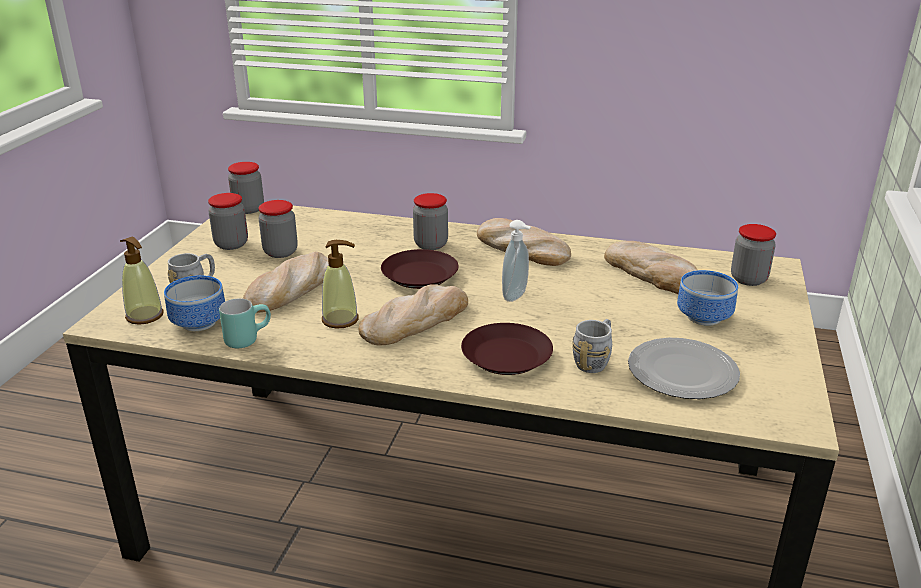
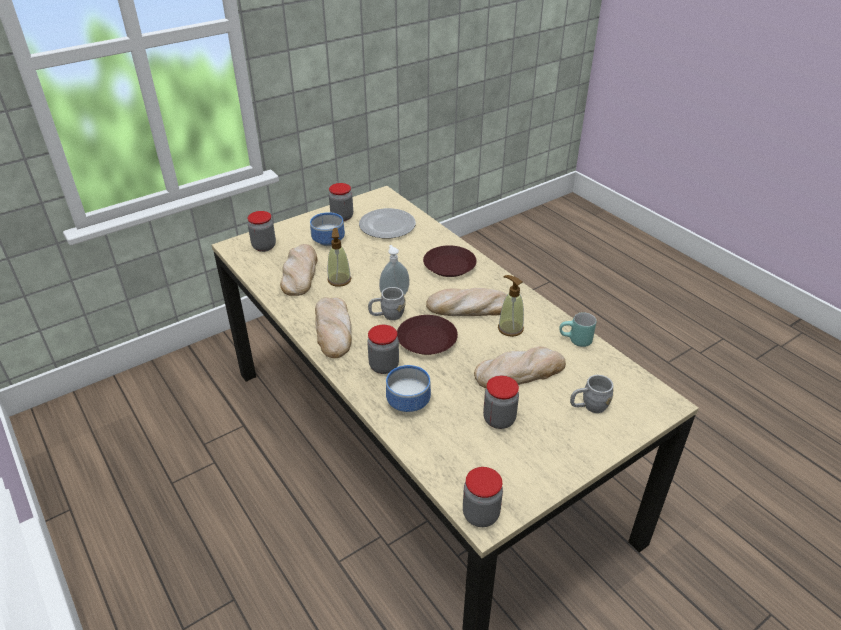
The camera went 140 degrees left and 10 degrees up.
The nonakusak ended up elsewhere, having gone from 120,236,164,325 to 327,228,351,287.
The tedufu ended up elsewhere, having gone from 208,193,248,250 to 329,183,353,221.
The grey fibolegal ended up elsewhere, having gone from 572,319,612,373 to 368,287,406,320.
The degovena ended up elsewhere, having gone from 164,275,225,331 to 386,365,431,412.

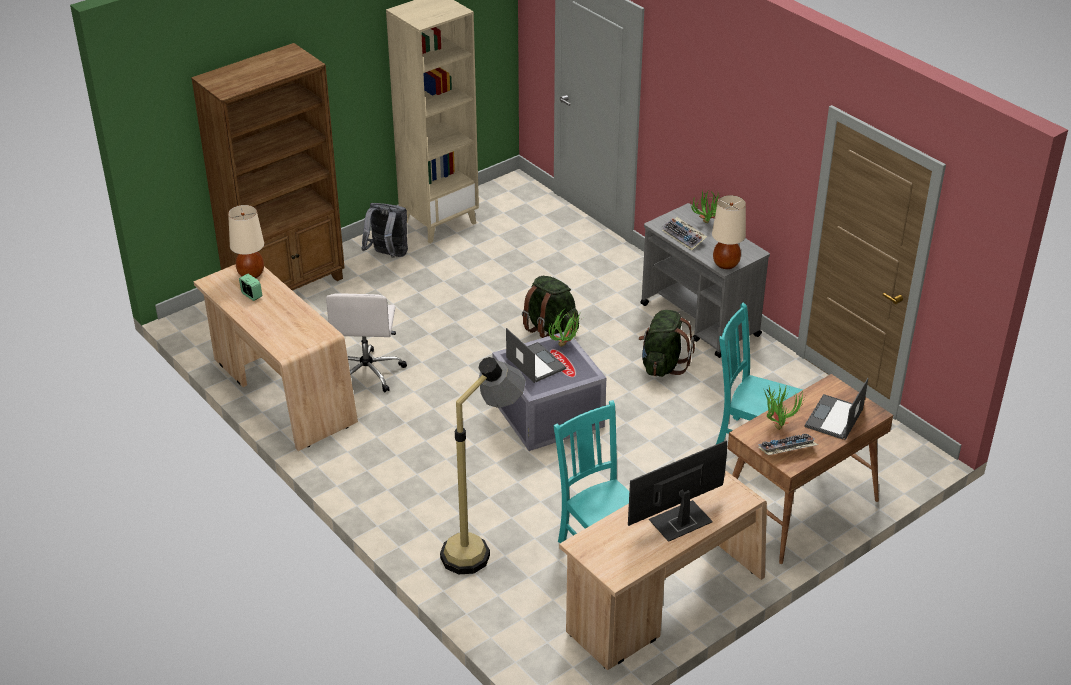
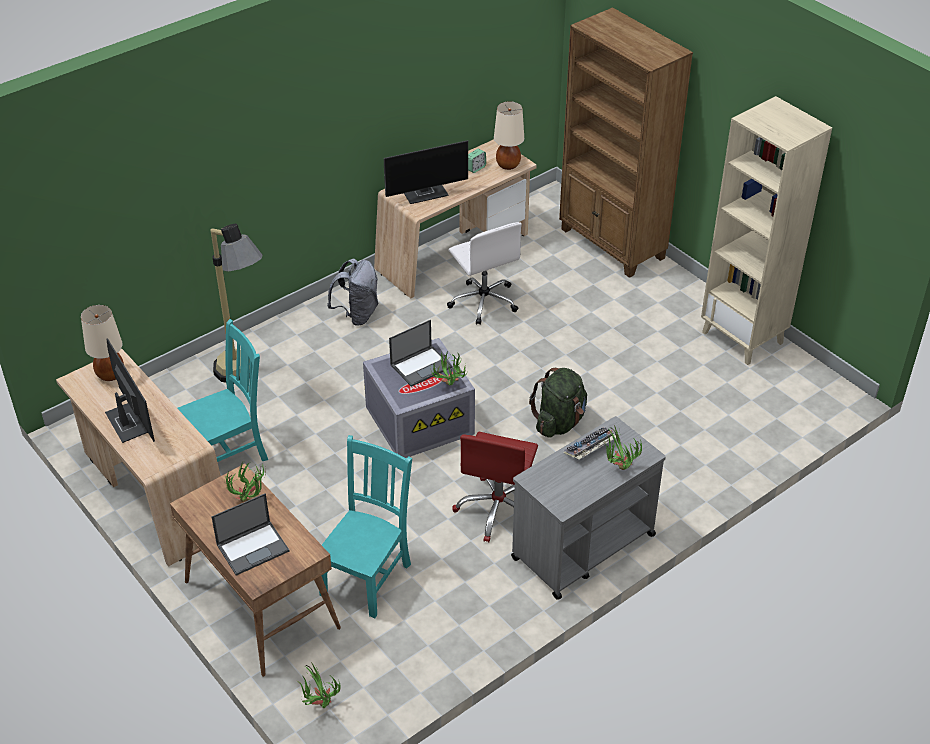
The camera went 90 degrees right and 5 degrees up.
The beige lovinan ended up elsewhere, having gone from 712,195,746,269 to 81,305,124,381.
The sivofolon at 804,378,868,440 ended up facing another way, 120 degrees clockwise from before.
The second view gained the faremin at 298,662,341,708.
The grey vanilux ended up elsewhere, having gone from 361,203,408,258 to 327,259,378,326.
The second view gained the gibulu at 384,140,468,204.
The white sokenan at 326,294,407,392 ended up facing another way, 120 degrees counterclockwise from before.
Where the green vanilux stood at 639,310,695,377, the red sokenan came to stand at 452,432,538,542.
The second view lost the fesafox at 758,433,818,455.

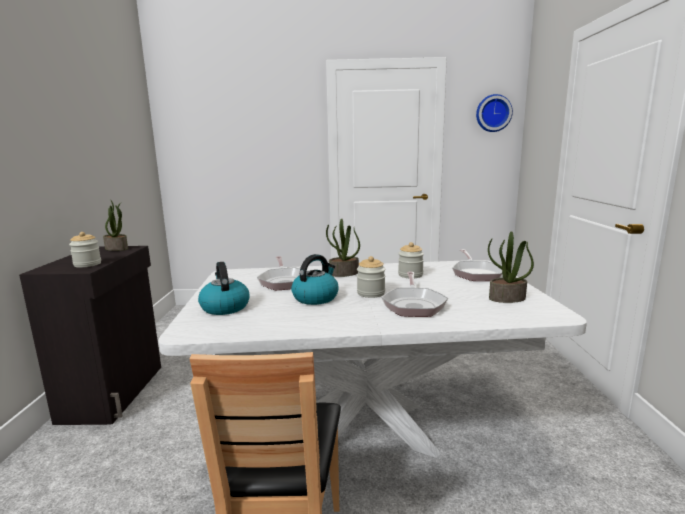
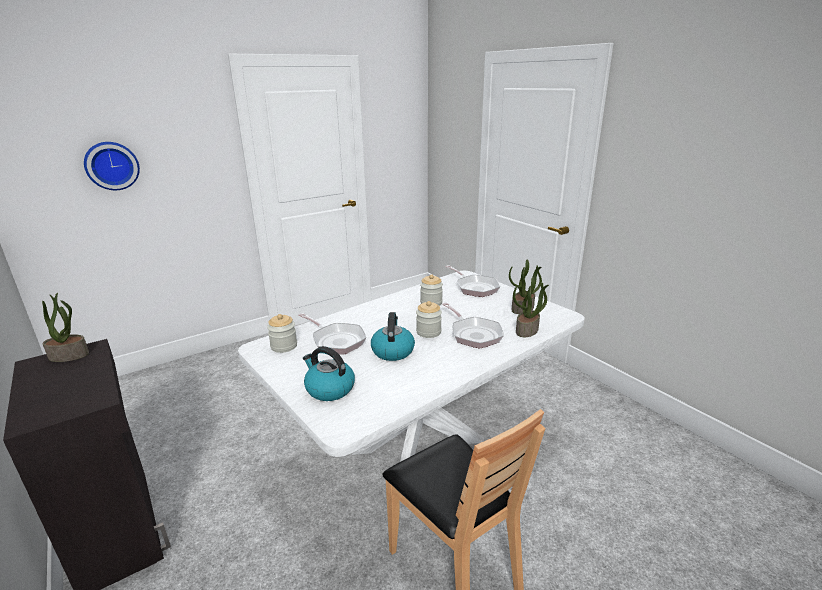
The camera went 35 degrees left and 10 degrees up.
The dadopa ended up elsewhere, having gone from 476,94,513,132 to 84,142,140,190.
The tedufu ended up elsewhere, having gone from 69,232,101,268 to 267,314,297,353.
The faremin ended up elsewhere, having gone from 326,218,360,277 to 513,277,549,337.

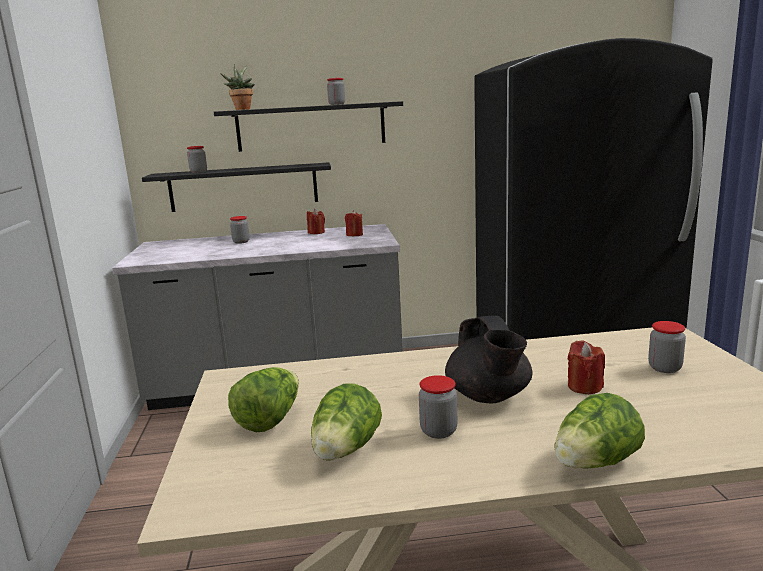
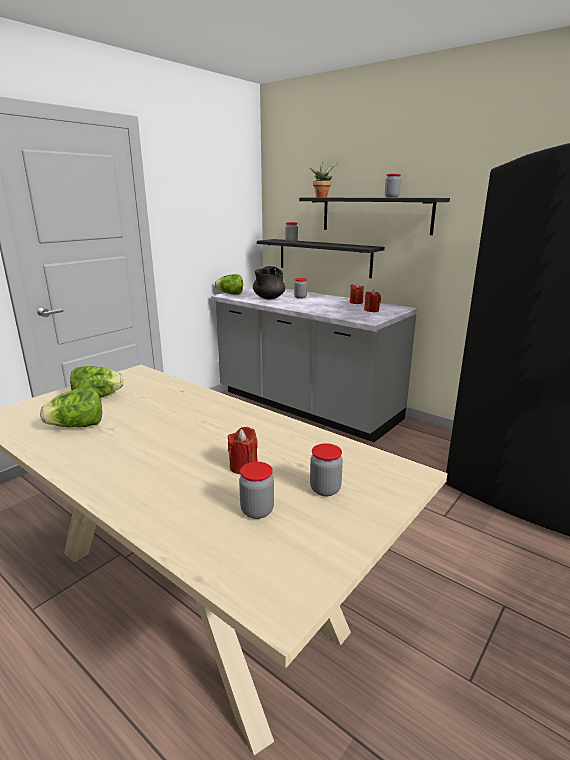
The camera went 45 degrees right and 5 degrees up.
The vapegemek ended up elsewhere, having gone from 555,393,645,469 to 215,274,243,295.
The tedufu ended up elsewhere, having gone from 419,375,457,439 to 239,462,274,519.
The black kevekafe ended up elsewhere, having gone from 445,316,532,403 to 253,266,285,299.

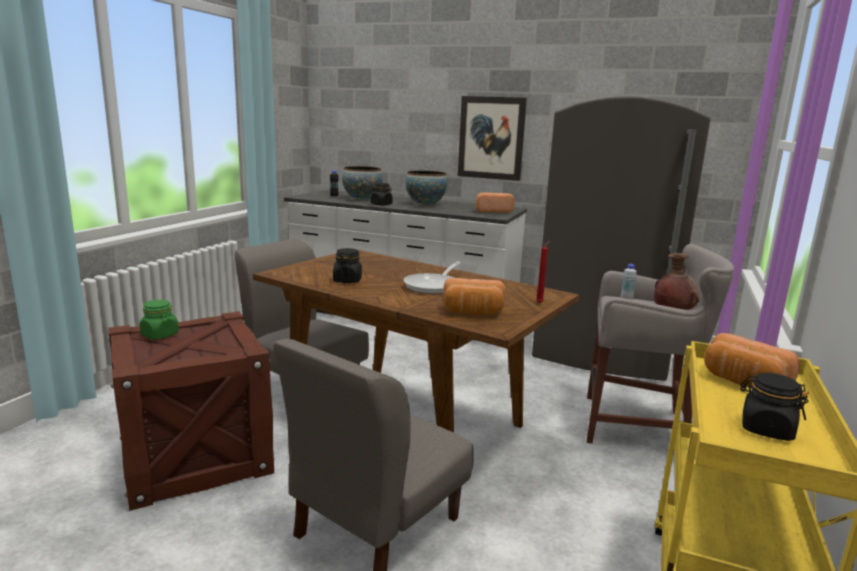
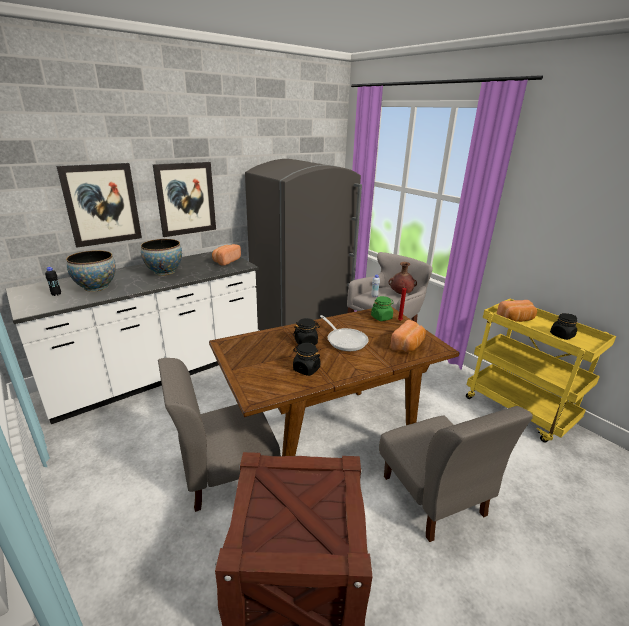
The camera went 60 degrees left and 10 degrees up.
The second view gained the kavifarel at 56,163,142,248.
The black tedufu ended up elsewhere, having gone from 371,183,393,205 to 293,318,320,345.
The green tedufu ended up elsewhere, having gone from 139,300,179,339 to 371,296,394,321.

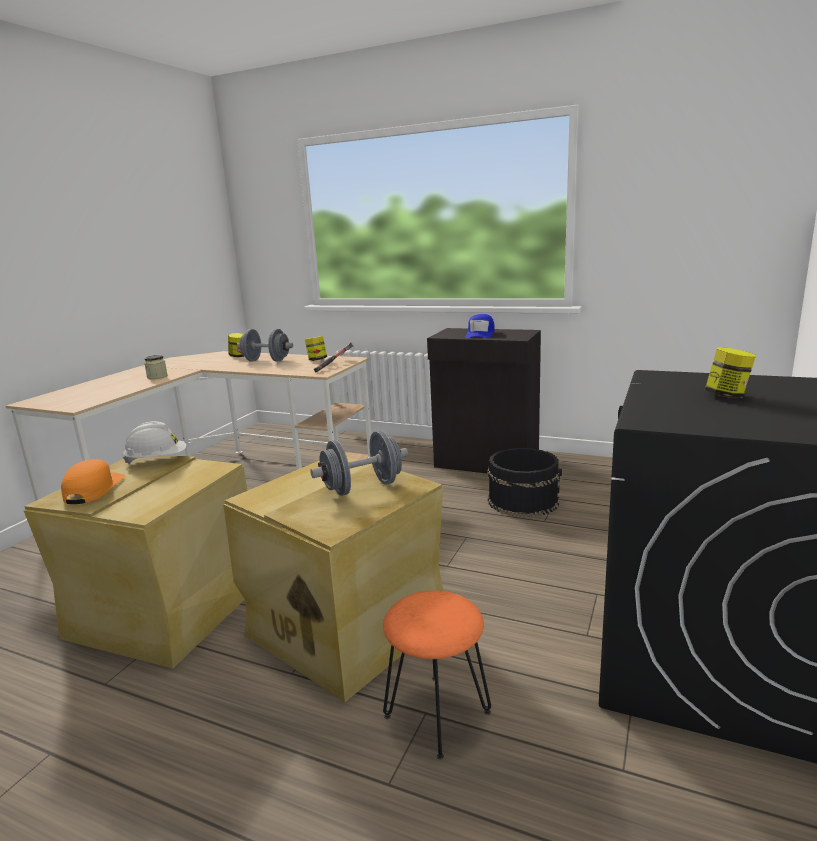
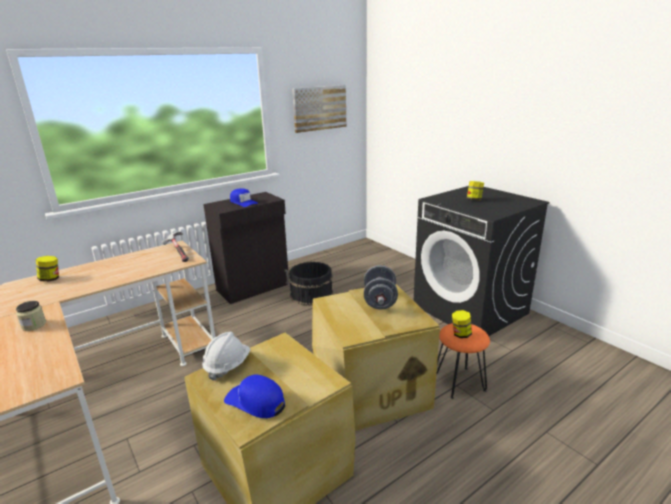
The camera went 60 degrees left and 5 degrees up.
What was the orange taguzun at 61,459,126,504 turned into the blue taguzun at 224,375,285,418.
The second view gained the kavifarel at 292,85,346,133.
The tedufu ended up elsewhere, having gone from 305,336,327,361 to 452,310,472,338.
The second view lost the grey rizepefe at 237,329,293,362.

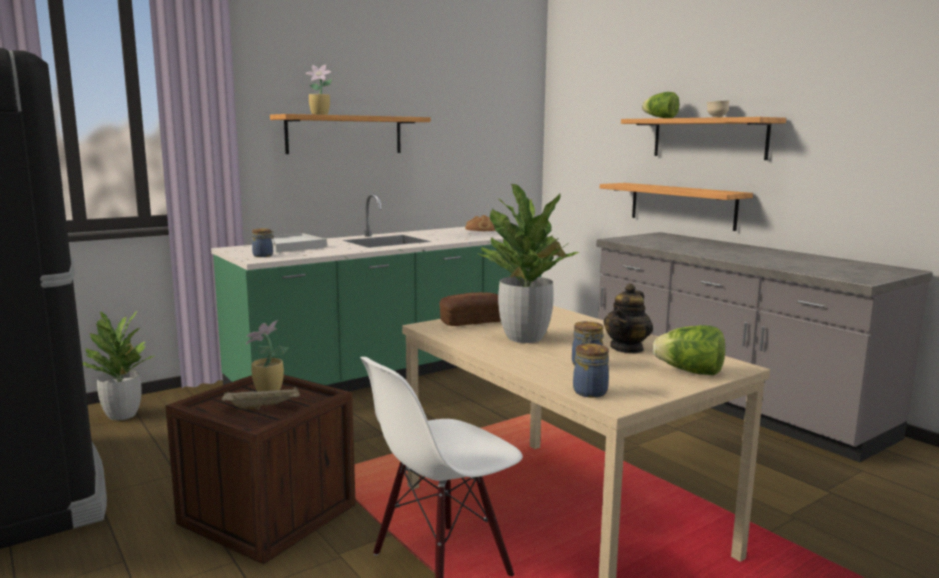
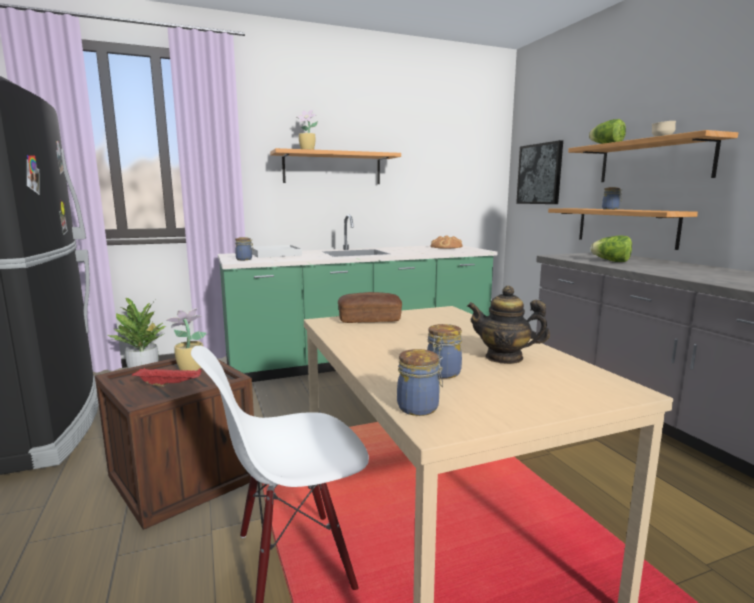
The camera went 15 degrees right and 0 degrees up.
What was the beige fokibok at 222,386,300,410 turned into the red fokibok at 132,368,202,387.
The kevekafe at 603,283,653,354 ended up facing another way, 60 degrees clockwise from before.
The second view gained the kavifarel at 516,140,563,204.
The vapegemek ended up elsewhere, having gone from 653,325,725,375 to 590,236,632,262.
The second view gained the tedufu at 602,187,622,210.
The second view lost the faremin at 475,184,580,343.

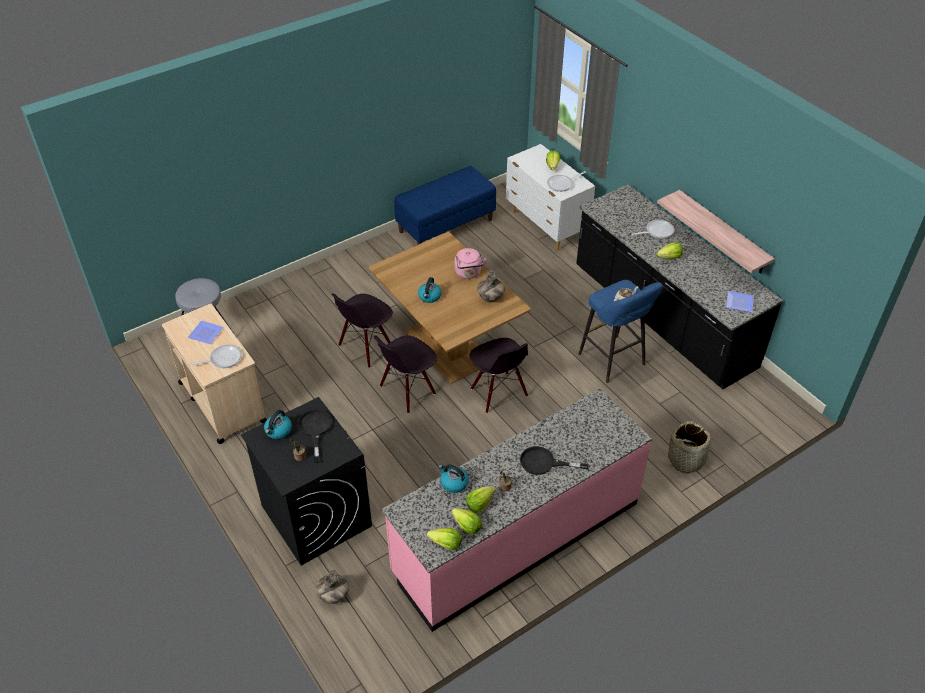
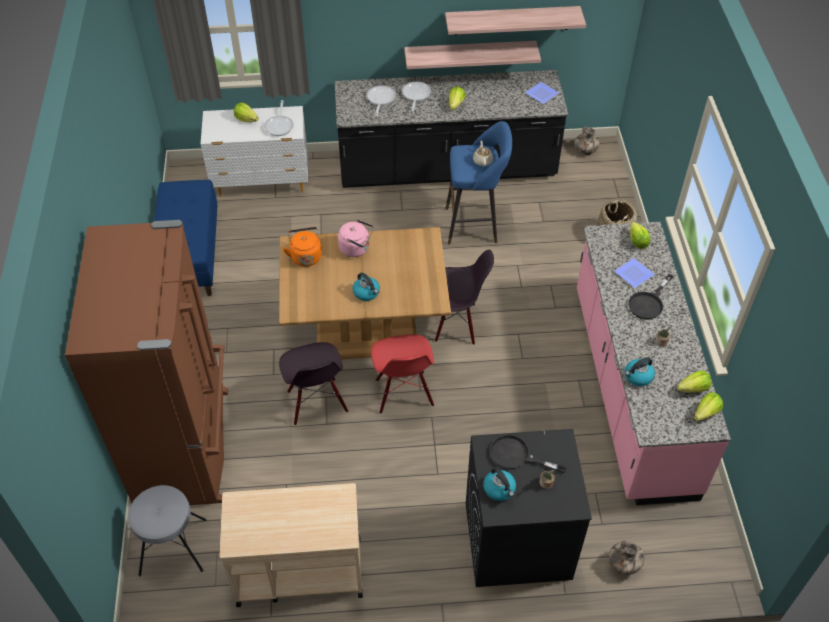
The camera went 60 degrees left and 5 degrees up.
The second view gained the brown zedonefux at 65,220,228,505.
The second view gained the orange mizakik at 282,227,322,267.
The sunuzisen ended up elsewhere, having gone from 188,345,242,368 to 367,86,396,116.
What was the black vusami at 373,335,437,414 turned into the red vusami at 371,334,434,414.
The second view gained the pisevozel at 445,6,586,35.
The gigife ended up elsewhere, having gone from 477,270,505,302 to 574,126,600,155.
The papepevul ended up elsewhere, having gone from 188,321,223,344 to 614,258,655,288.
The vapegemek ended up elsewhere, having gone from 466,486,495,513 to 630,222,651,249.

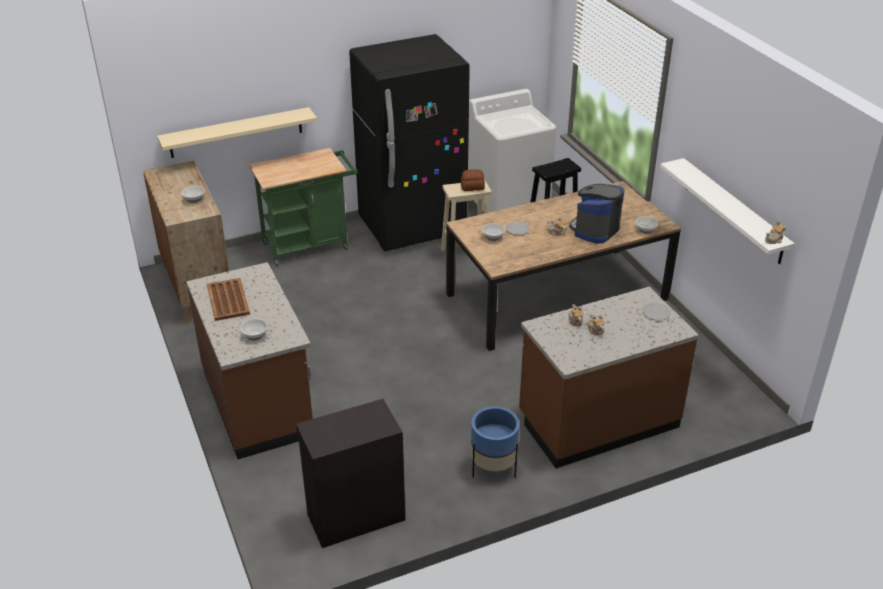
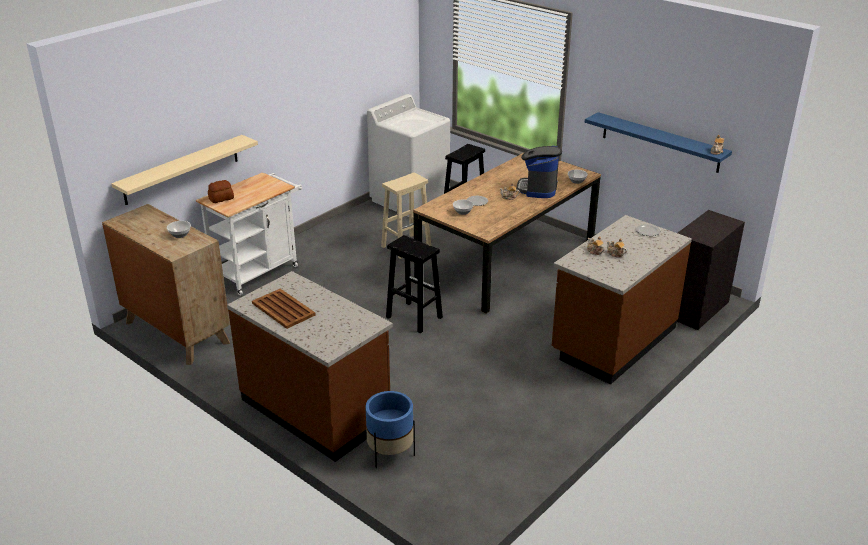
The camera went 25 degrees left and 5 degrees down.
What was the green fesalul at 249,148,358,267 turned into the white fesalul at 196,172,302,296.
The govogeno ended up elsewhere, having gone from 461,169,485,191 to 208,180,234,203.
The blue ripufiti ended up elsewhere, having gone from 470,406,519,478 to 366,391,415,468.
The second view gained the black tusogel at 386,235,443,333.
What was the white pisevozel at 660,158,795,264 turned into the blue pisevozel at 585,112,732,173.
The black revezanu ended up elsewhere, having gone from 296,399,405,548 to 677,210,745,330.
The second view lost the degovena at 240,319,268,341.
The second view lost the black zedonefux at 349,34,470,252.

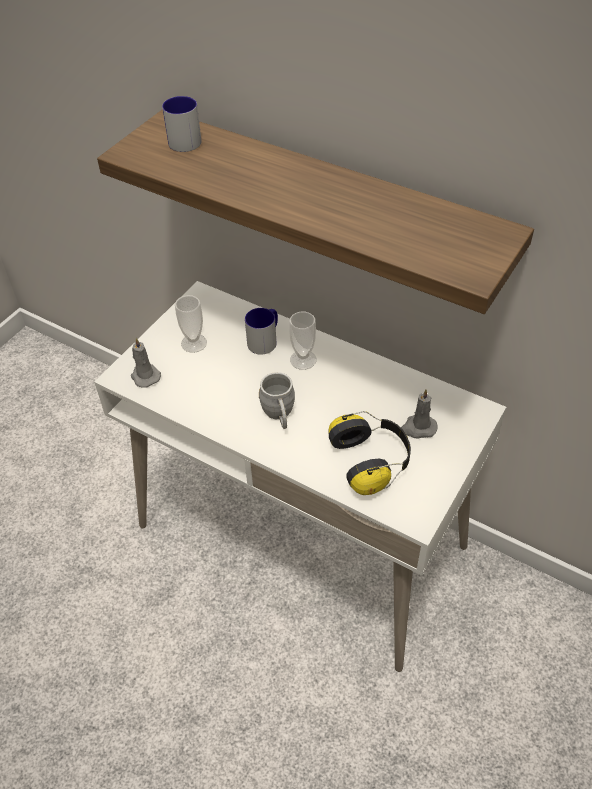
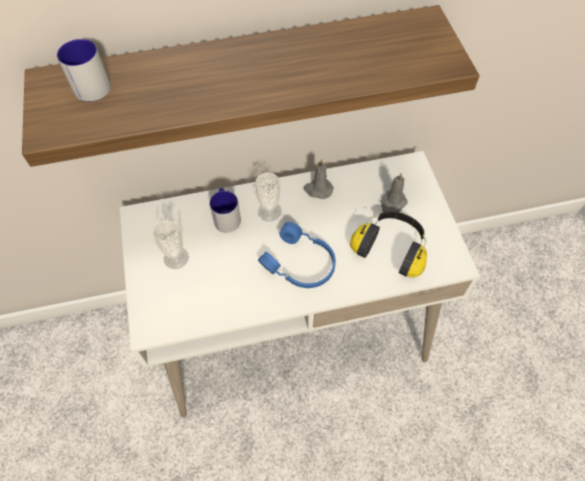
The camera went 45 degrees left and 10 degrees up.
Where the grey fibolegal stood at 259,372,295,429, the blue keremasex came to stand at 258,222,336,288.
The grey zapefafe ended up elsewhere, having gone from 131,338,161,388 to 304,159,333,199.

